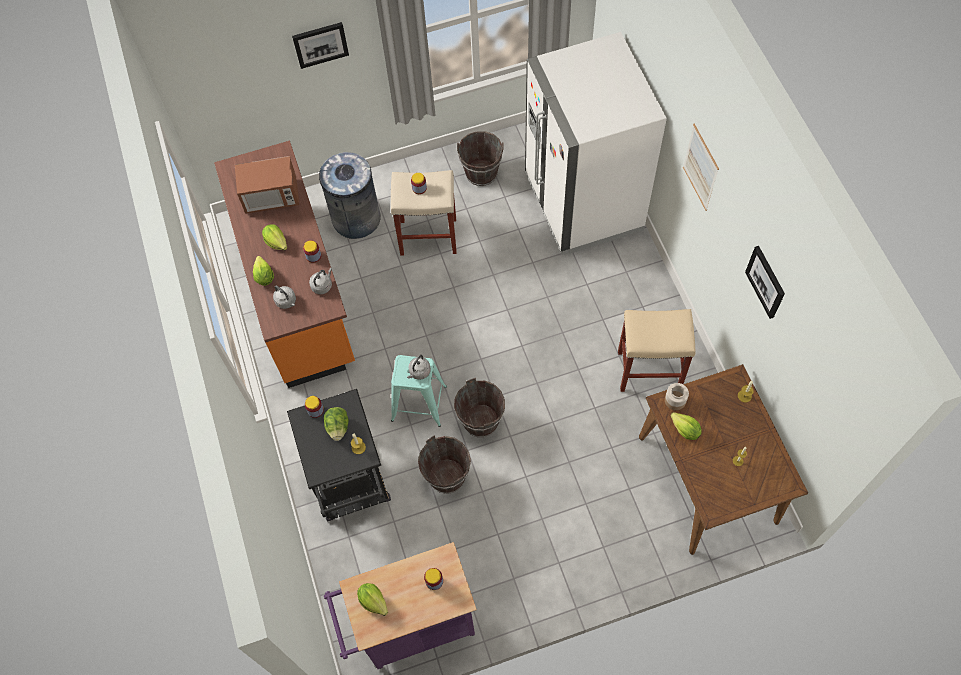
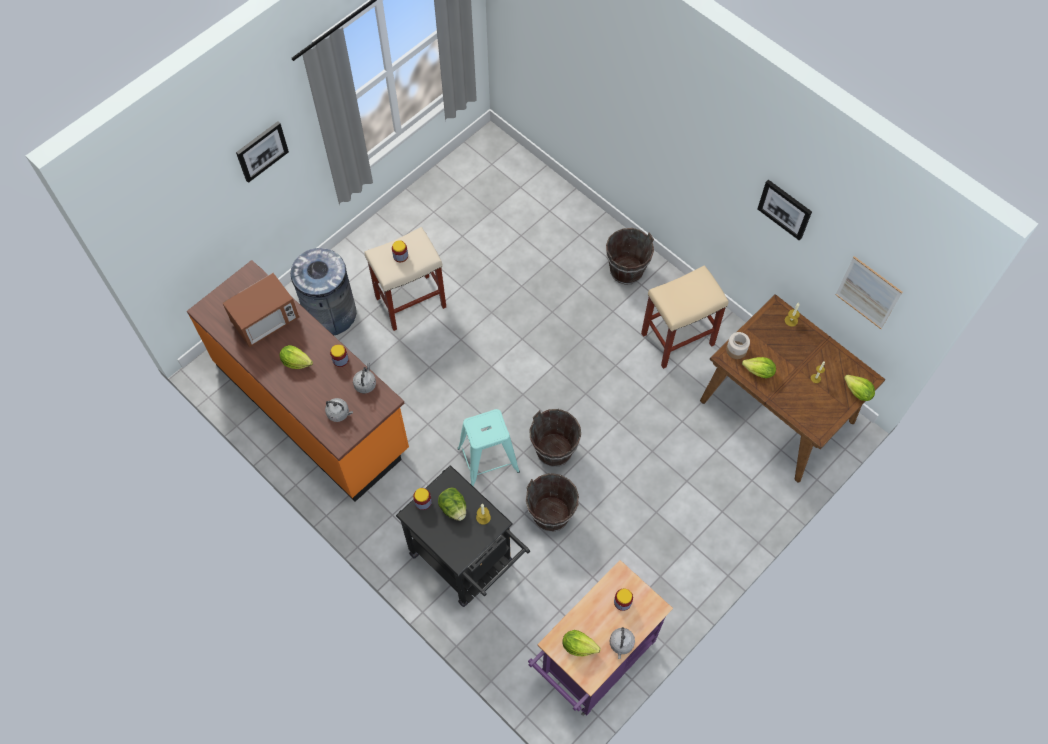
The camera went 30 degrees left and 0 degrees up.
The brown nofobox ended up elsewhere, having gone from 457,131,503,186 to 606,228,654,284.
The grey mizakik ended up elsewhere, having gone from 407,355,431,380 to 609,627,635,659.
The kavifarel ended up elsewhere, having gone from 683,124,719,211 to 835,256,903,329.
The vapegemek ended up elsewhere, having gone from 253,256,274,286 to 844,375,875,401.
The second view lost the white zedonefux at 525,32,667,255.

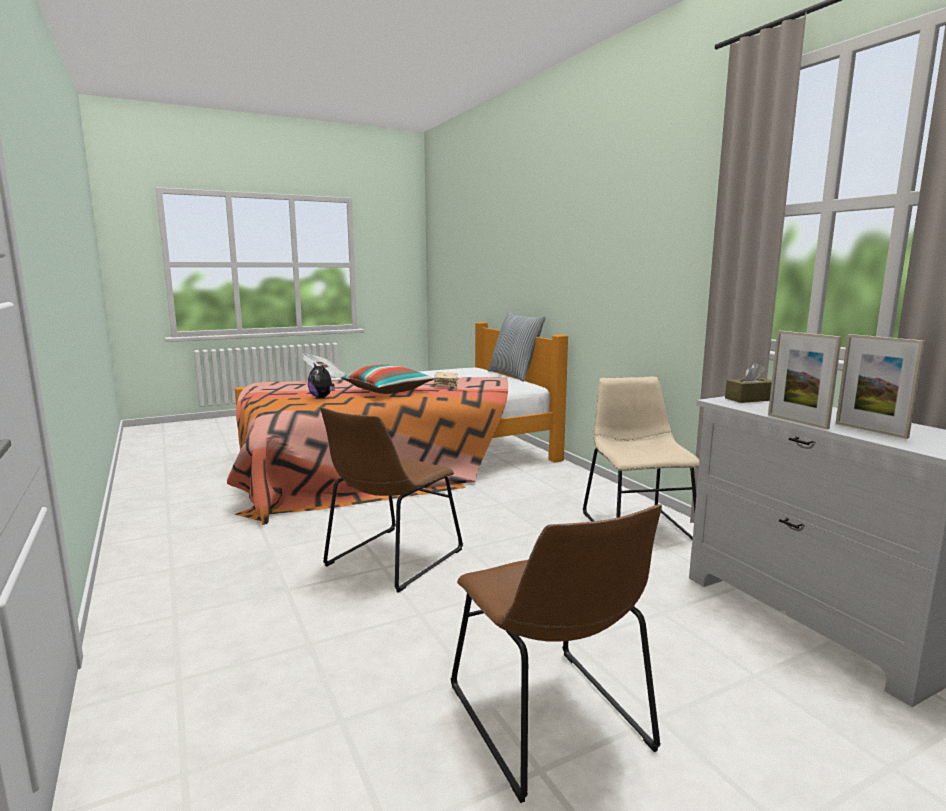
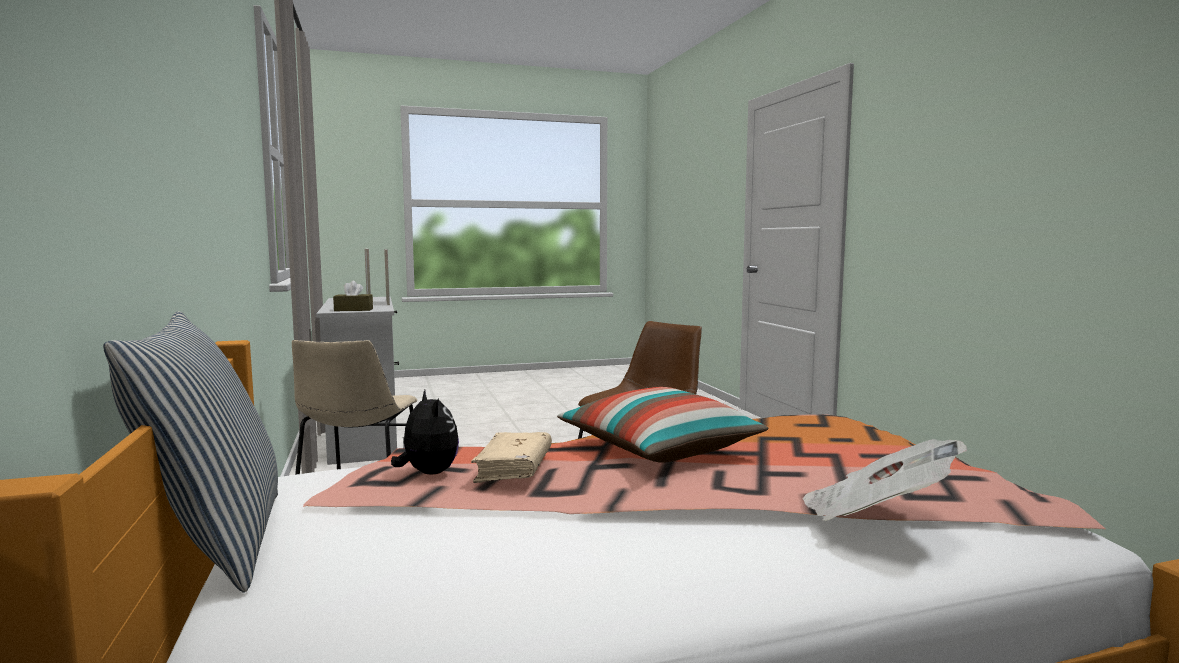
The camera went 170 degrees left and 5 degrees down.
The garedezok ended up elsewhere, having gone from 308,363,335,398 to 391,390,459,475.
The second view lost the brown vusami at 451,504,662,803.

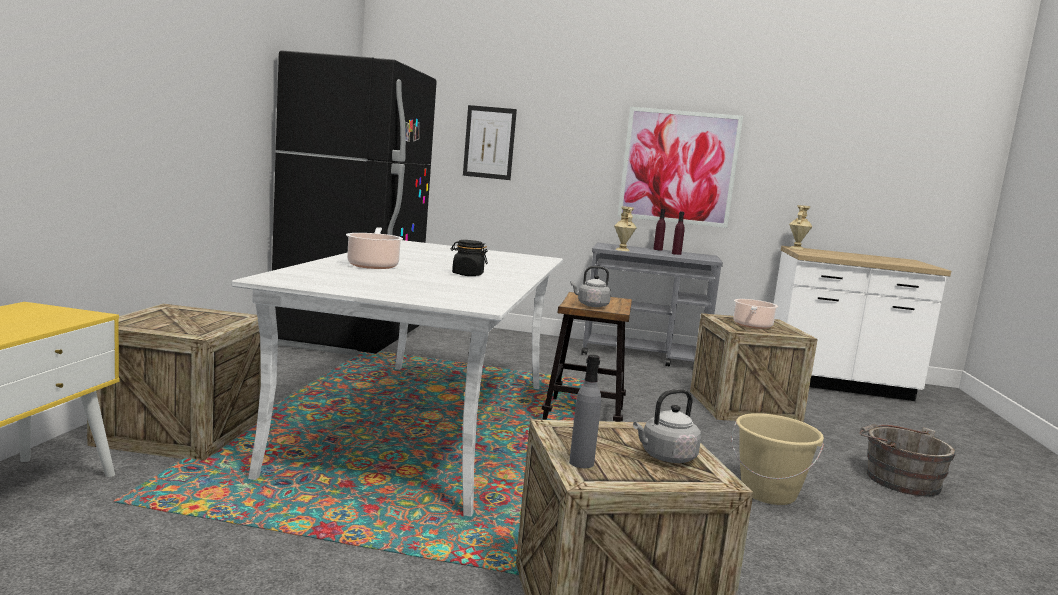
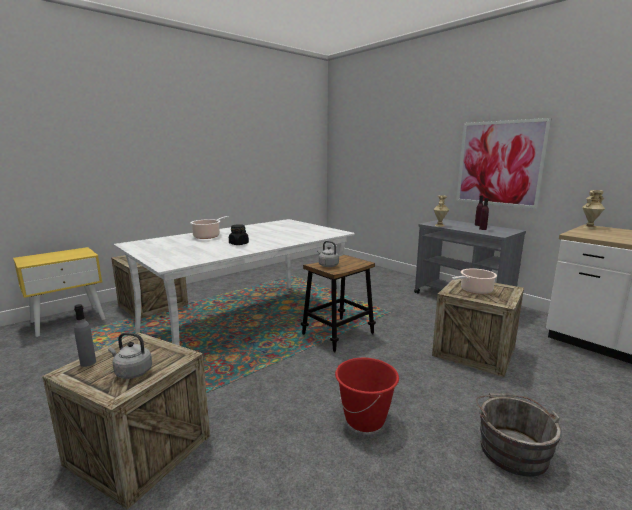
The camera went 40 degrees right and 5 degrees up.
What was the beige nofobox at 732,413,824,505 turned into the red nofobox at 335,358,399,432.
The second view lost the black zedonefux at 272,50,436,355.
The second view lost the kavifarel at 463,105,517,180.

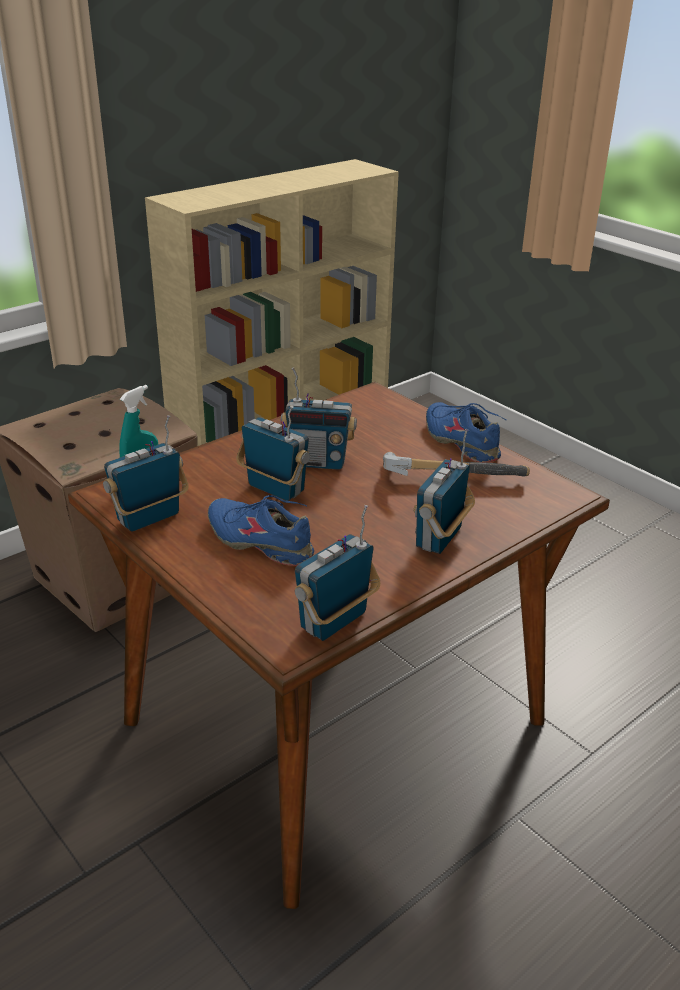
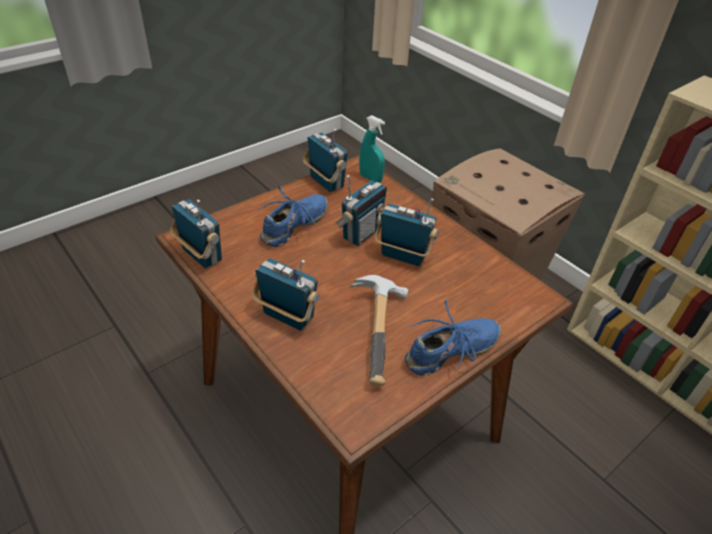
The camera went 90 degrees right and 10 degrees up.
The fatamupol at 281,367,357,470 ended up facing another way, 105 degrees clockwise from before.

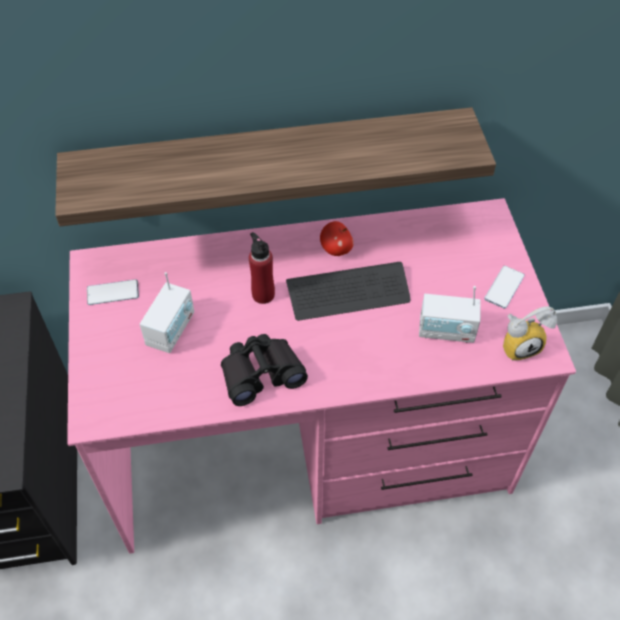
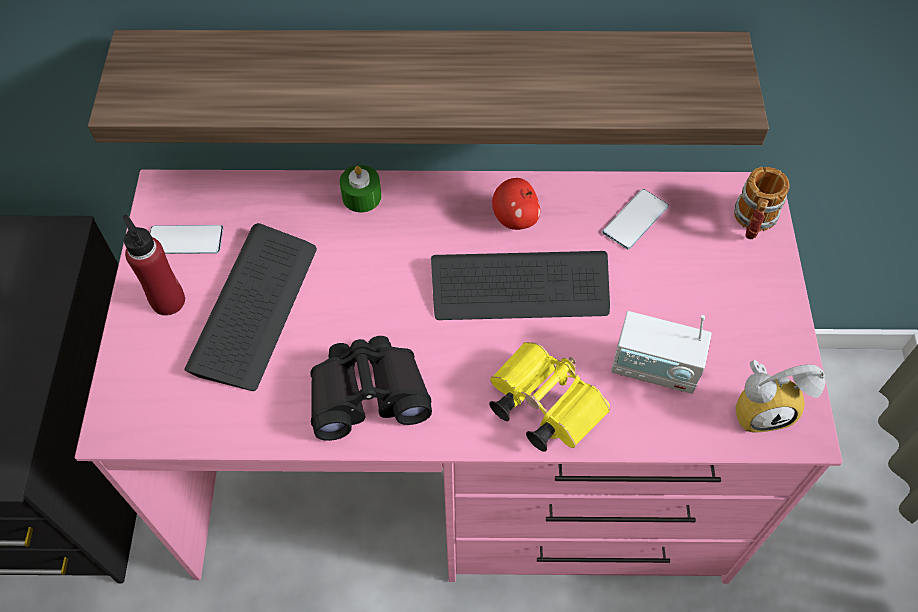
The camera went 10 degrees right and 5 degrees up.
The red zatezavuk ended up elsewhere, having gone from 249,232,275,304 to 123,215,185,316.
Where the fatamupol stood at 140,272,194,353, the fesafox came to stand at 184,223,317,391.
The second view gained the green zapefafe at 340,165,381,213.
The second view gained the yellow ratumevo at 489,342,610,452.
The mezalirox ended up elsewhere, having gone from 484,266,525,309 to 602,189,669,249.
The second view gained the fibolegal at 734,167,790,239.

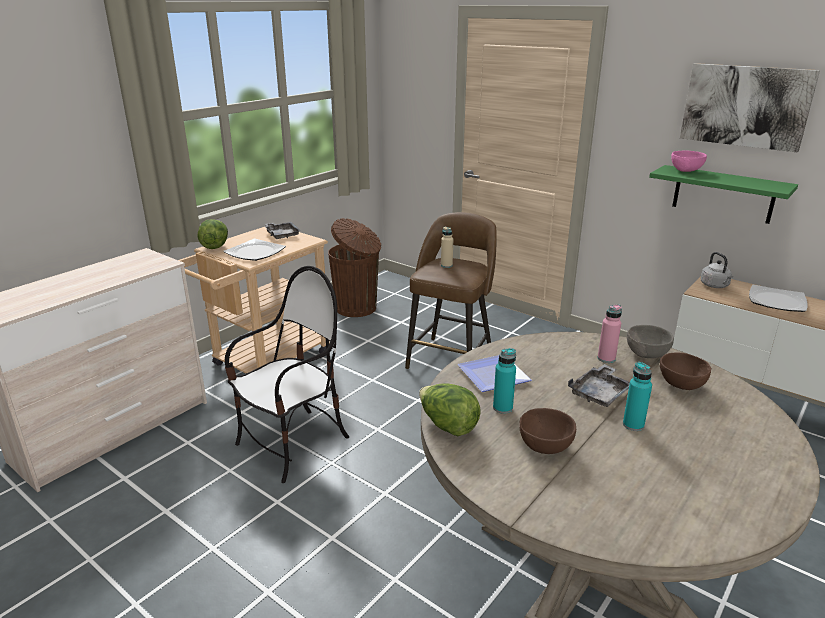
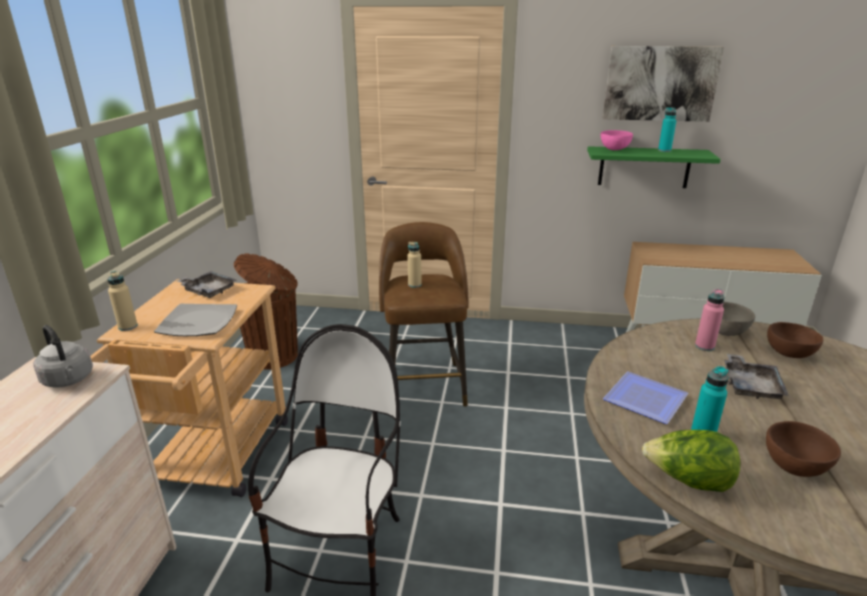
The camera went 30 degrees left and 0 degrees up.
The grey mizakik ended up elsewhere, having gone from 700,252,733,288 to 33,325,93,388.
Where the vapegemek stood at 197,219,228,249, the beige zatezavuk came to stand at 107,271,138,331.
The turquoise zatezavuk ended up elsewhere, having gone from 623,362,652,431 to 658,107,676,152.
The second view lost the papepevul at 749,285,808,312.

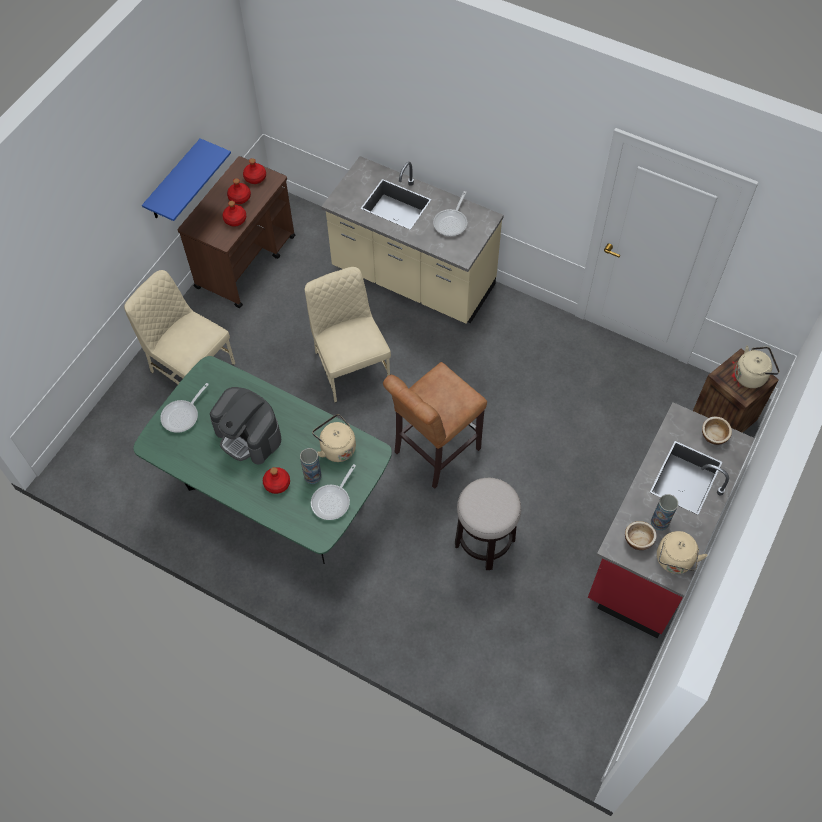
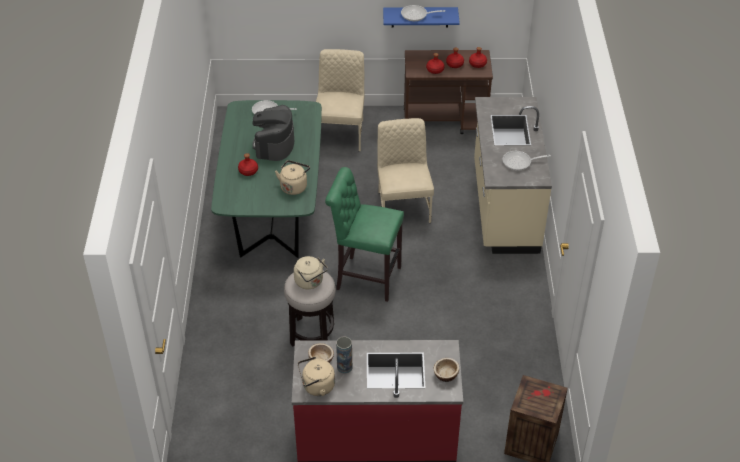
The camera went 60 degrees right and 15 degrees down.
The beige mizakik ended up elsewhere, having gone from 735,345,780,388 to 294,256,328,289.
What was the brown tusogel at 383,362,487,489 turned into the green tusogel at 325,167,404,302.
The beige vusami at 305,267,391,403 ended up facing another way, 45 degrees counterclockwise from before.
The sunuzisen ended up elsewhere, having gone from 311,464,356,520 to 401,5,445,21.
The second view lost the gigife at 300,448,322,484.

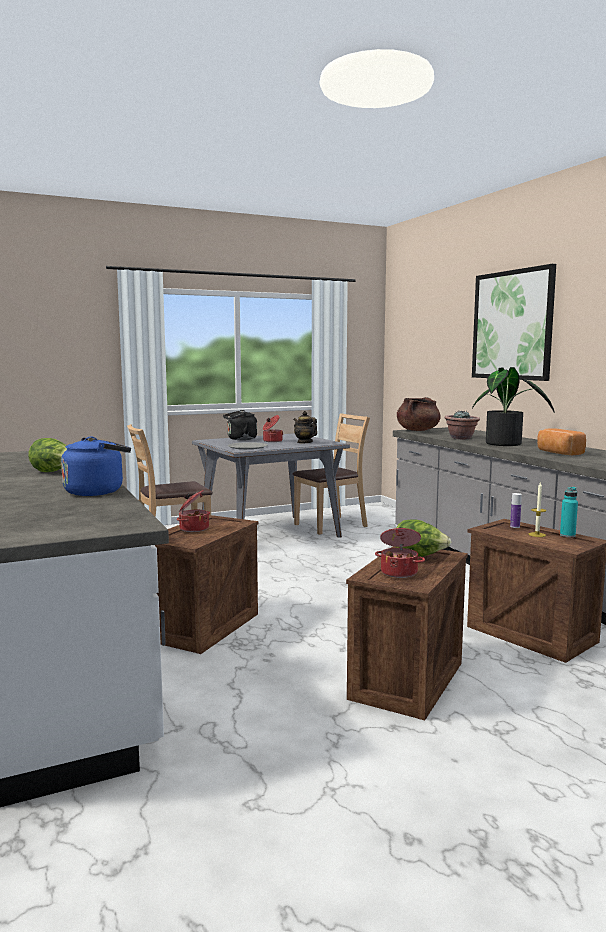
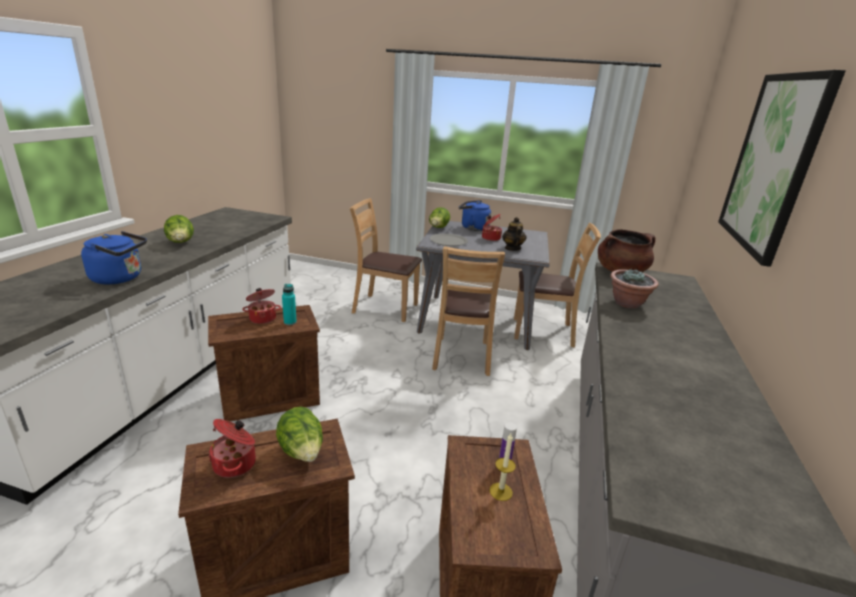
The camera went 40 degrees right and 15 degrees up.
The turquoise zatezavuk ended up elsewhere, having gone from 560,487,578,537 to 282,284,297,325.
The second view gained the vapegemek at 429,207,450,228.
The second view gained the brown vusami at 432,246,505,376.
What was the black mizakik at 223,410,257,440 turned into the blue mizakik at 459,200,491,231.
The second view lost the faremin at 472,367,555,446.
The second view lost the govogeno at 537,428,586,455.

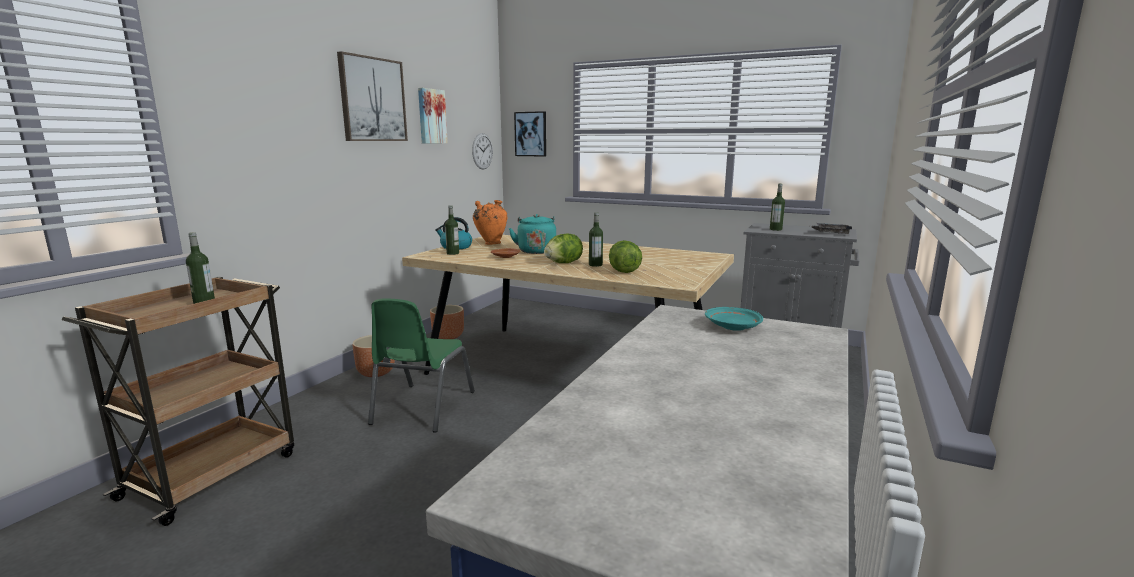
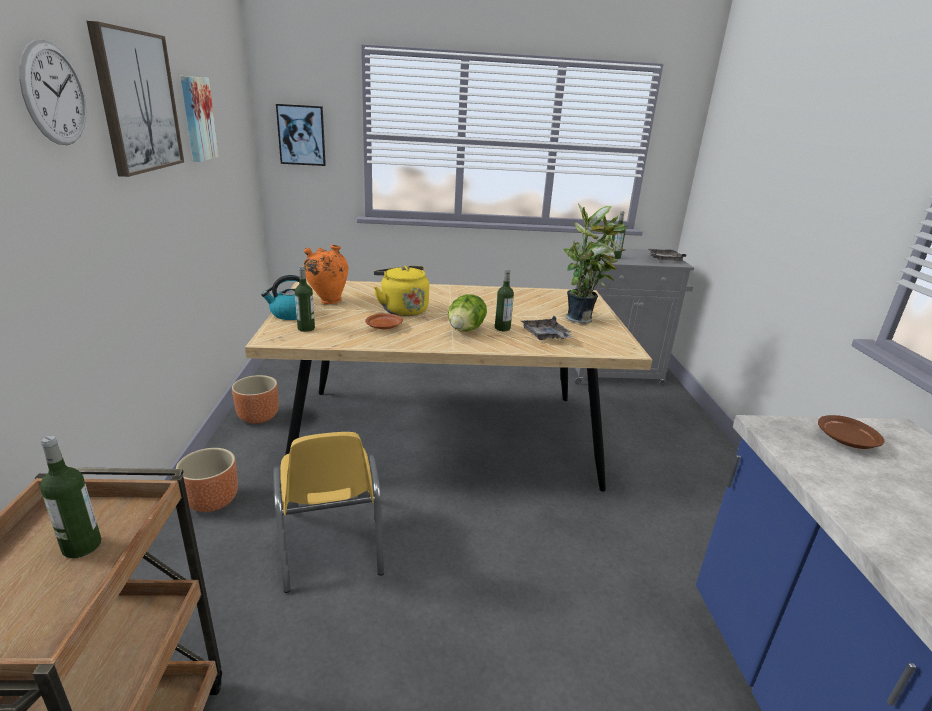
The camera went 30 degrees left and 10 degrees up.
The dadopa ended up elsewhere, having gone from 472,133,493,170 to 19,40,86,145.
What was the green vusami at 368,299,475,432 turned into the yellow vusami at 273,432,384,593.
What was the turquoise mizakik at 509,214,556,254 turned into the yellow mizakik at 374,266,429,316.
Where the vapegemek stood at 609,240,642,273, the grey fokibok came to stand at 521,315,573,340.
The second view gained the faremin at 563,204,628,323.
What was the turquoise papepevul at 705,307,763,331 turned into the brown papepevul at 818,415,884,449.

